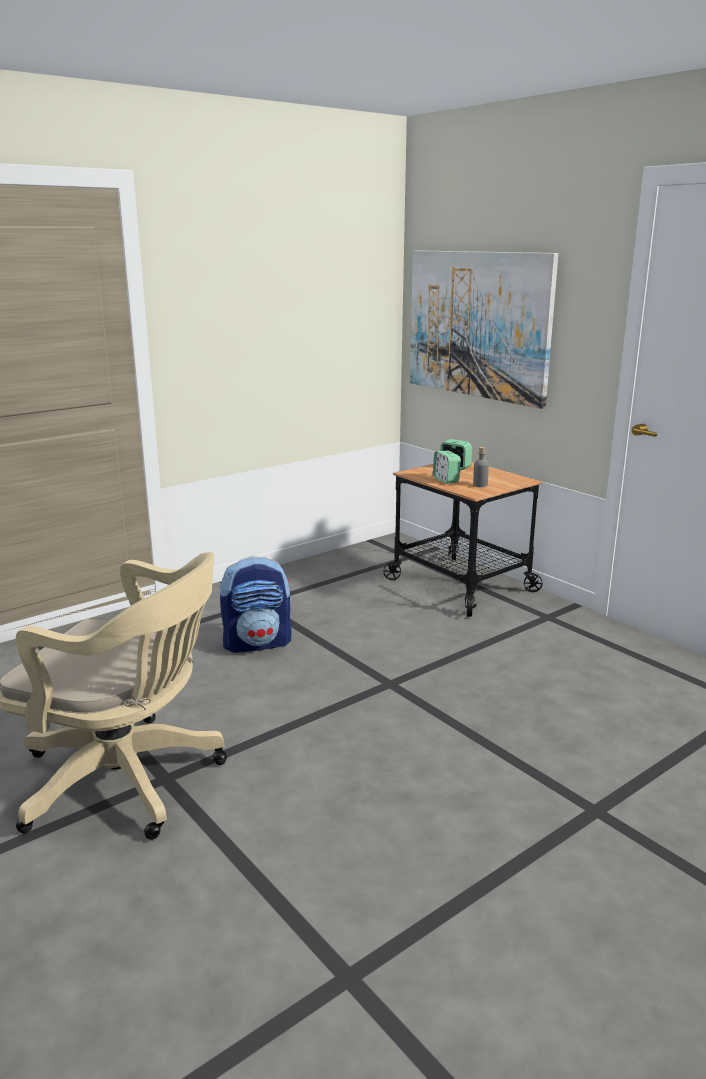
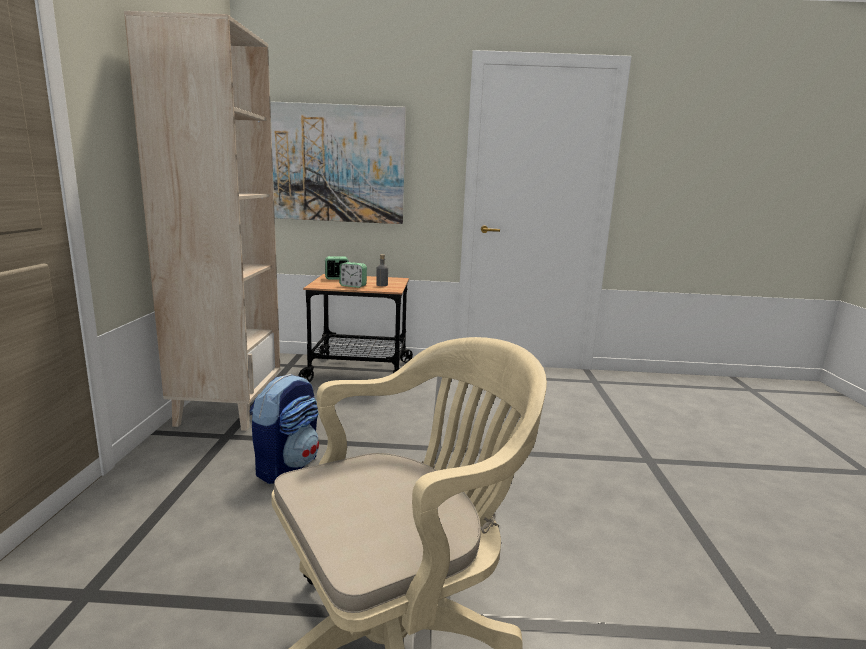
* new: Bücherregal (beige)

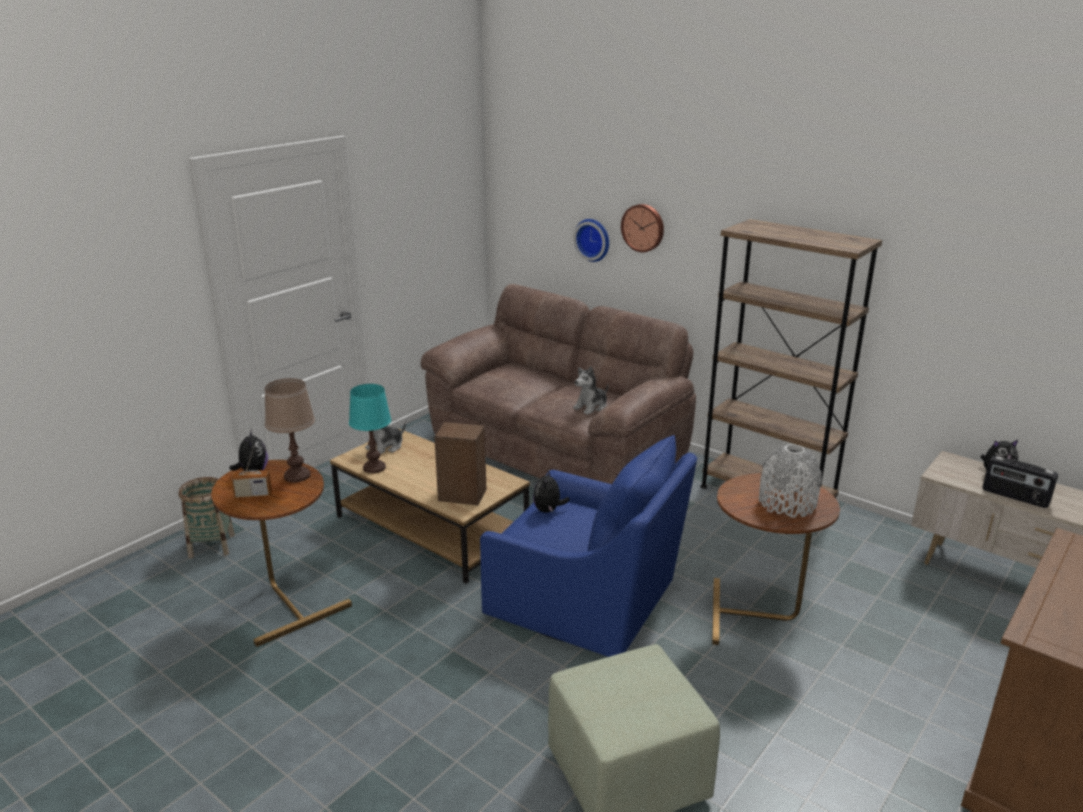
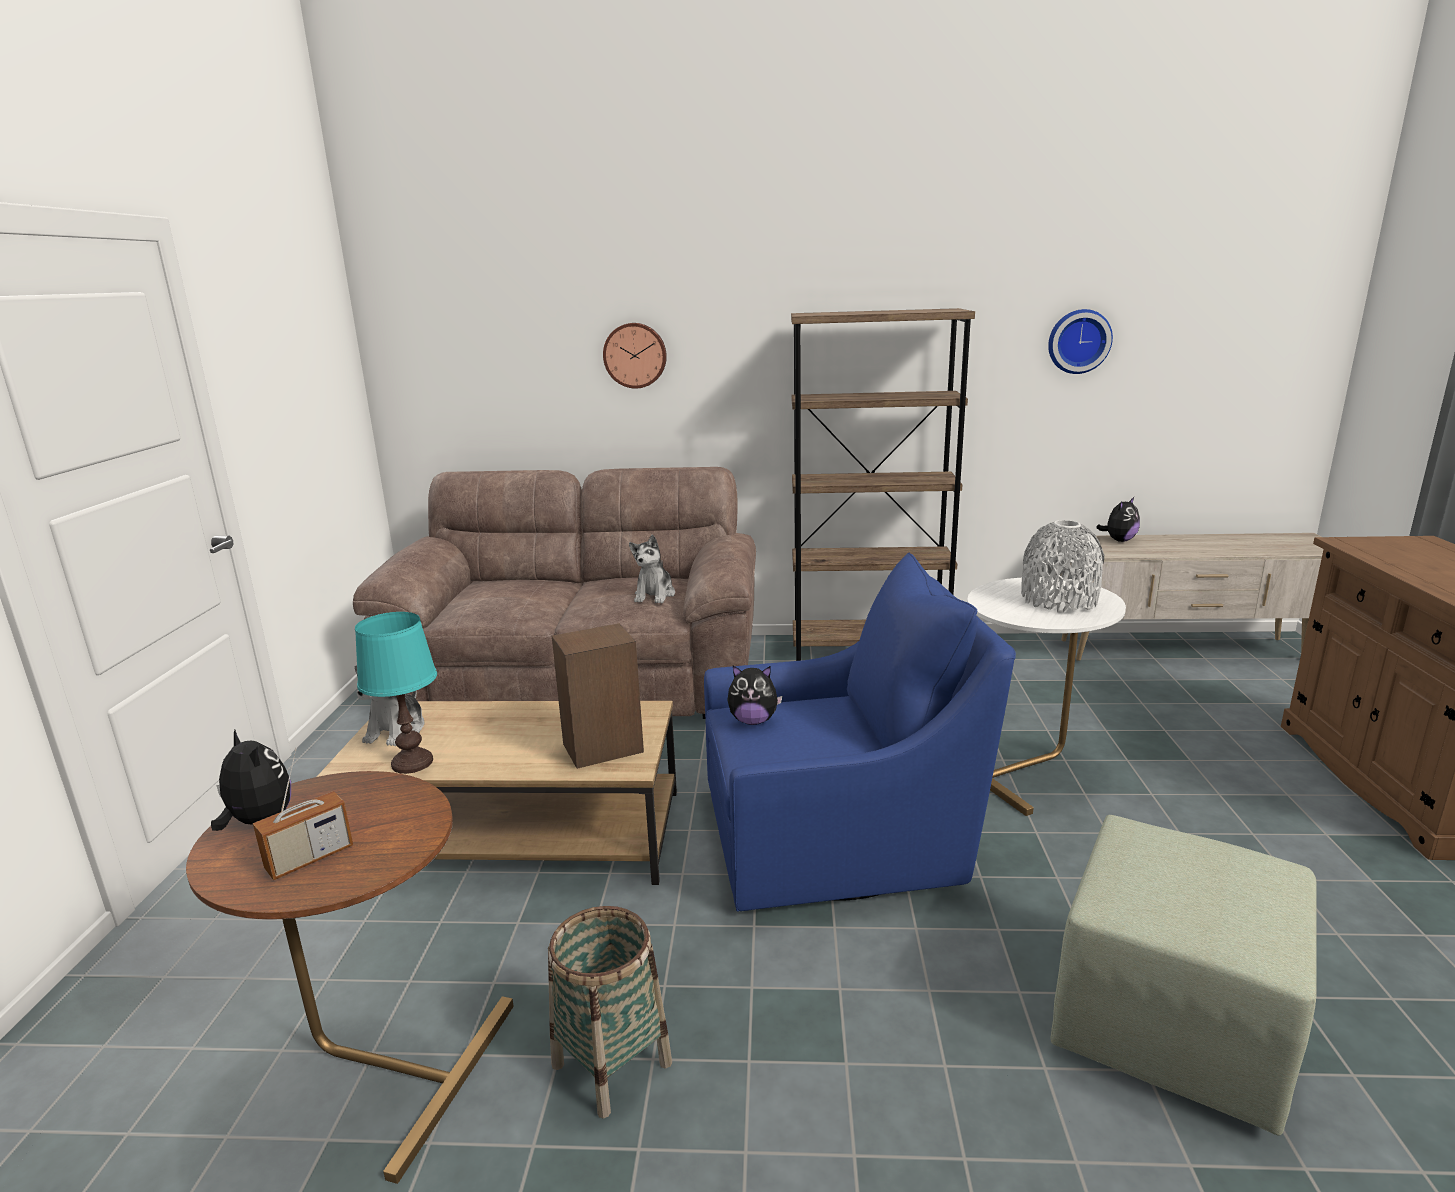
* shifted: Korb
* rotated: Plüschtier (no. 3 from left in the first image) 60 degrees counterclockwise
* repainted: Beistelltisch (braun) (no. 2 from left) to Beistelltisch (weiß)
* shifted: Wanduhr (no. 1 from left in the first image) to Wanduhr (no. 2 from left)
* gone: Tischlampe (braun)
* gone: Radio (no. 2 from left)

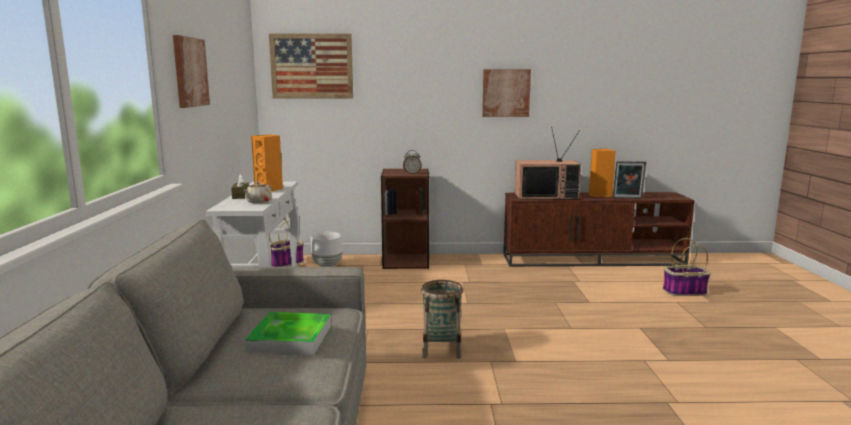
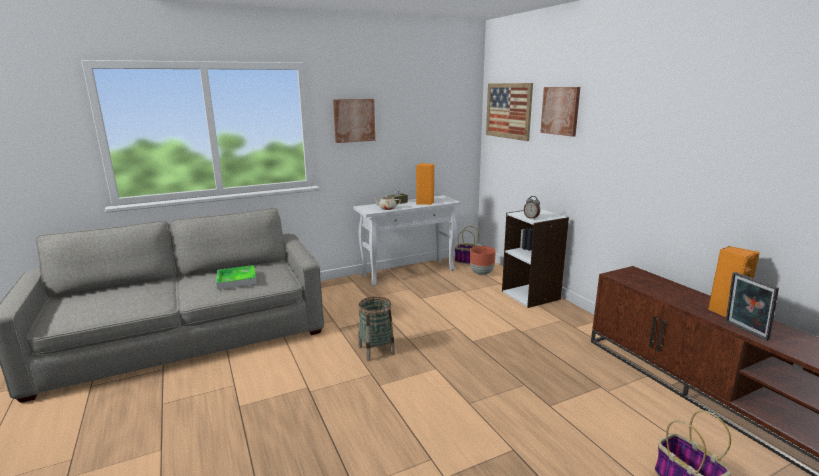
* repainted: Pflanzkübel (weiß) to Pflanzkübel (braun)
* repainted: Bücherregal (braun) to Bücherregal (weiß)
* shifted: Bild (no. 3 from left)
* gone: Fernseher

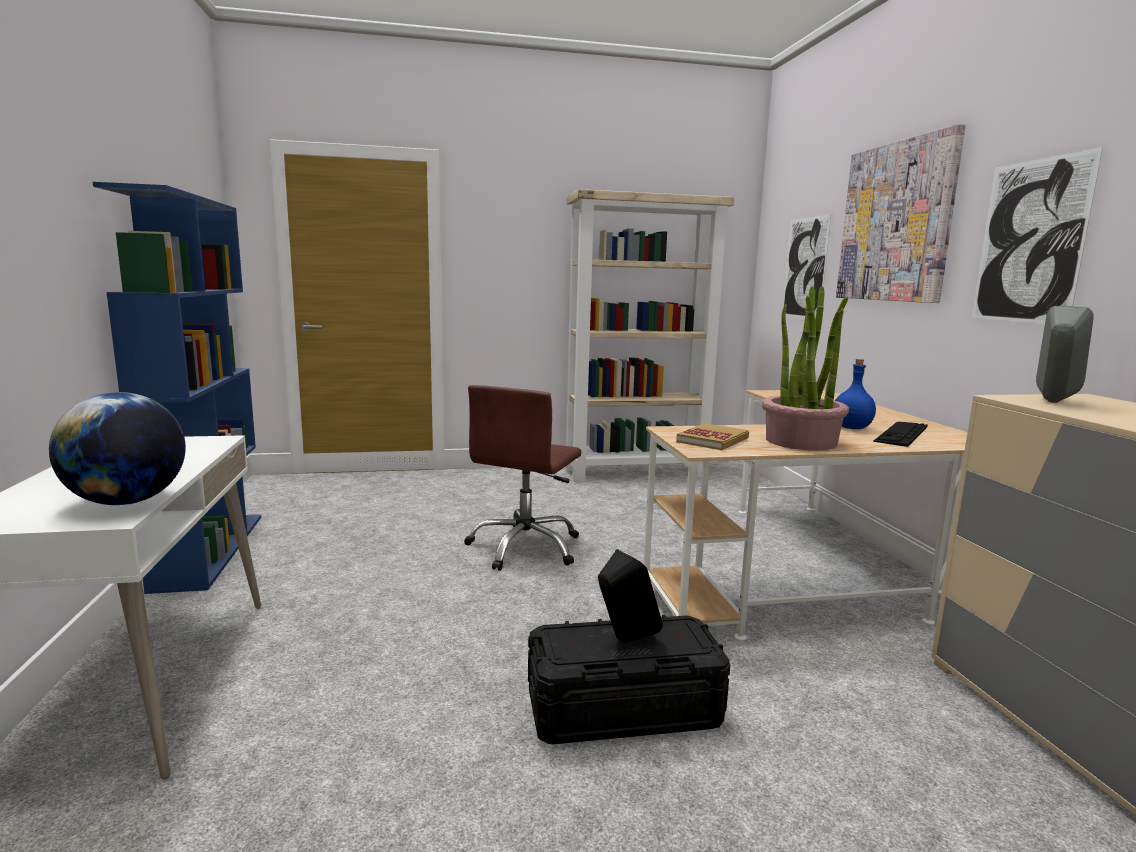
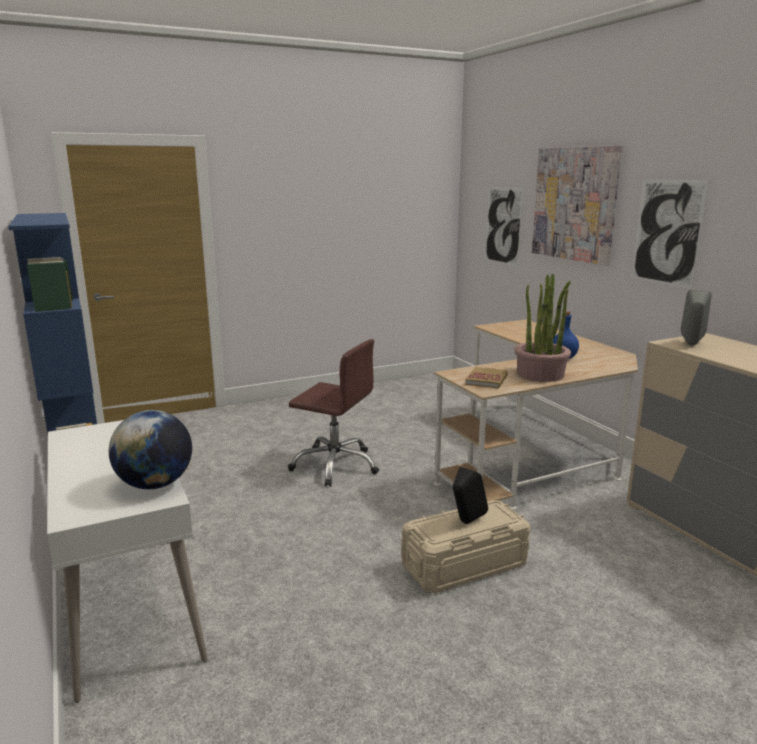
* rotated: Bürostuhl (braun) 75 degrees counterclockwise
* repainted: Aufbewahrungsbox (schwarz) to Aufbewahrungsbox (beige)
* gone: Bücherregal (beige)
* gone: Tastatur

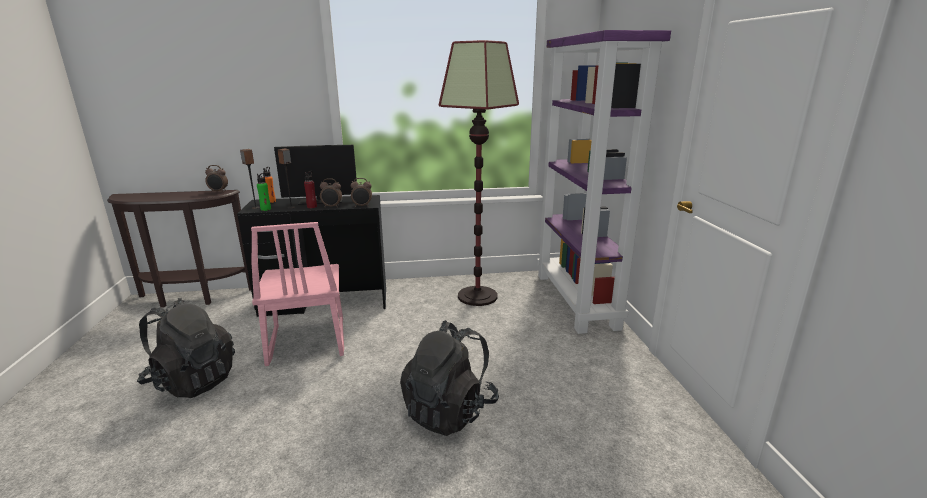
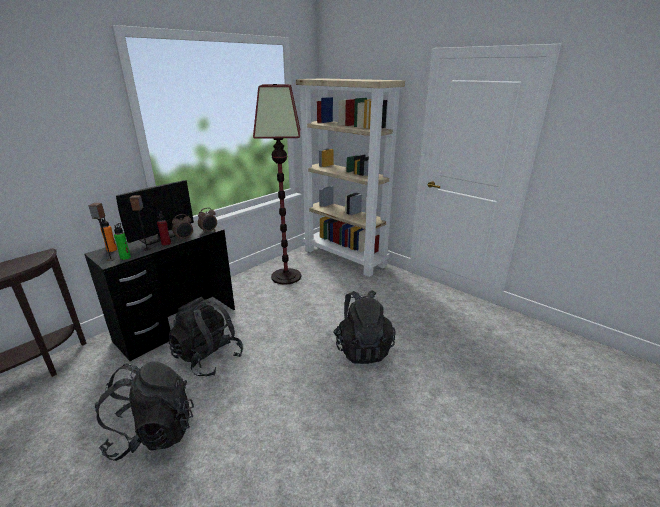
* swapped: Stuhl (rosa) to Rucksack (schwarz) (no. 2 from left)
* repainted: Bücherregal (lila) to Bücherregal (beige)
* gone: Wecker (no. 1 from left)

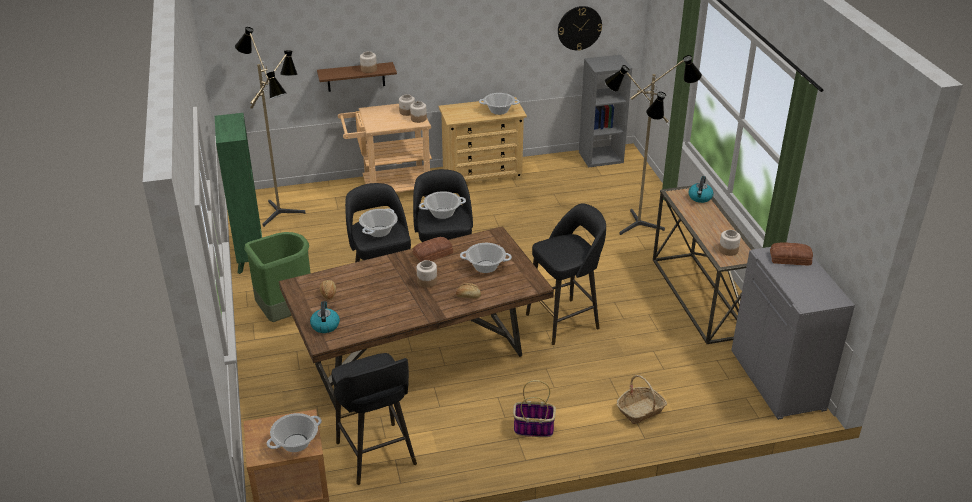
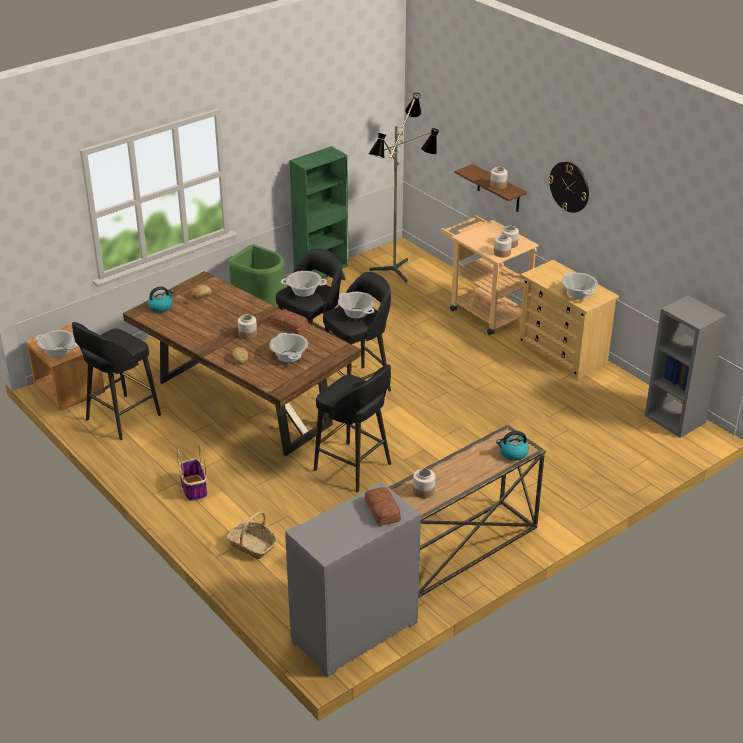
* shifted: Wanduhr
* gone: Stehlampe (no. 2 from left)

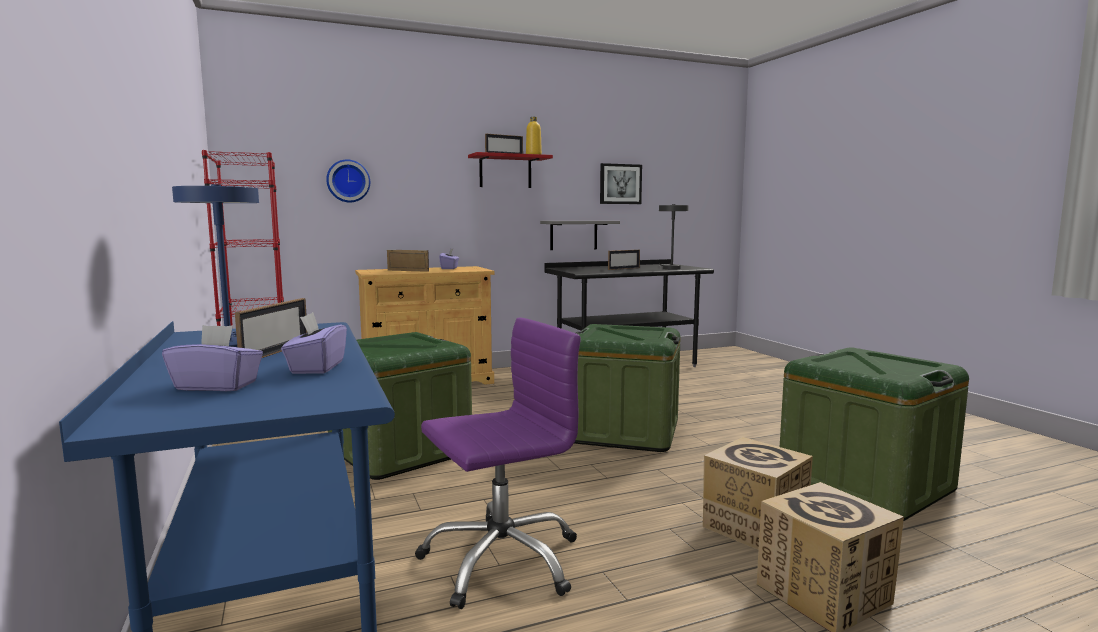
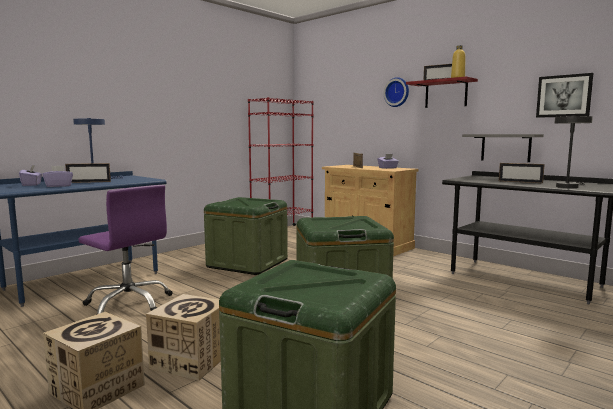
* shifted: Wanduhr

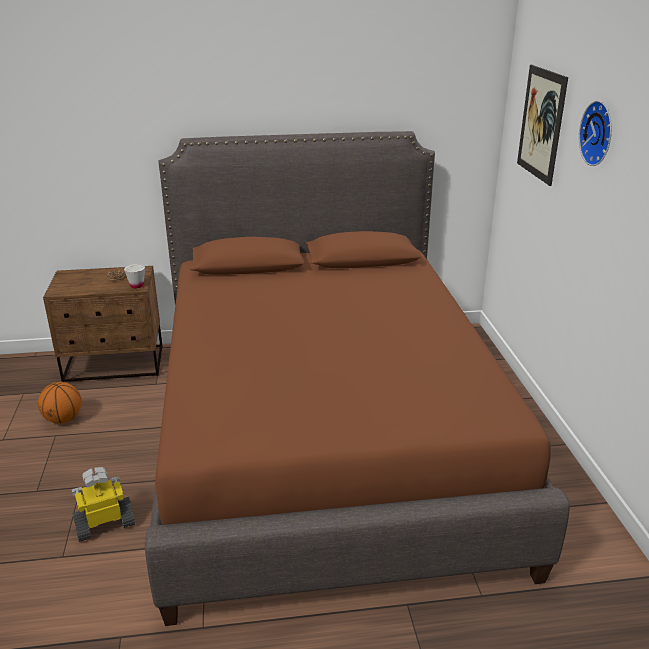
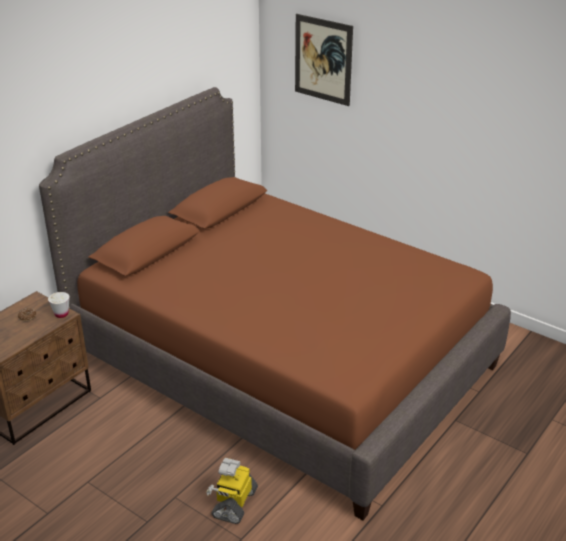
* gone: Basketball
* gone: Wanduhr

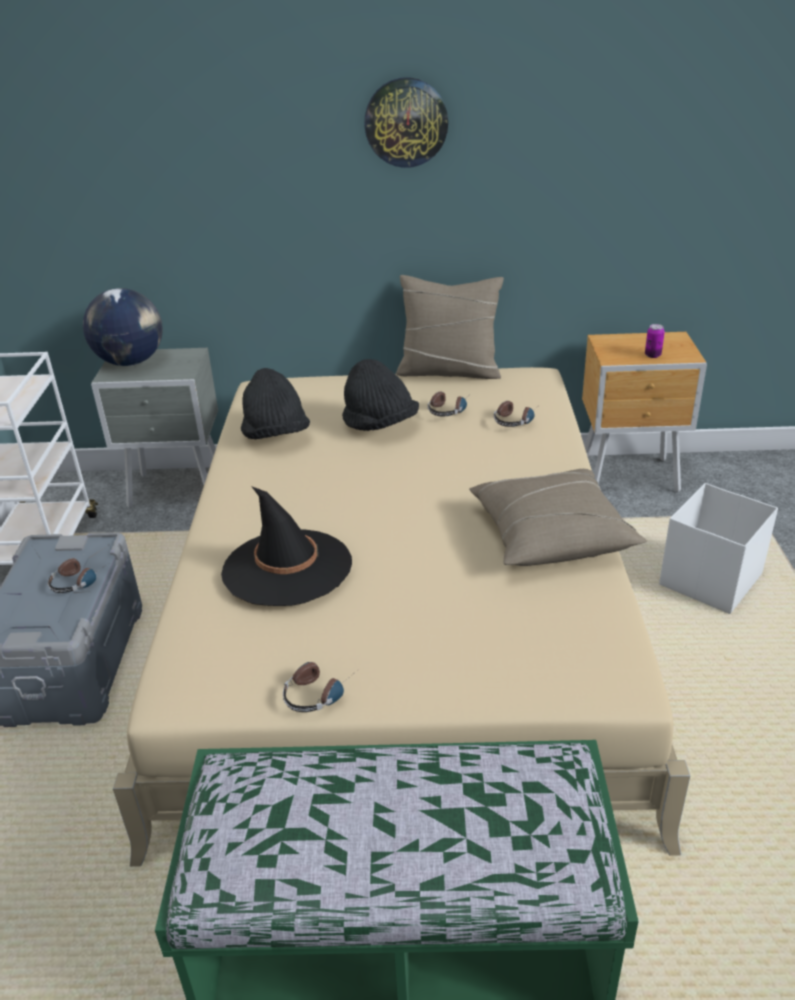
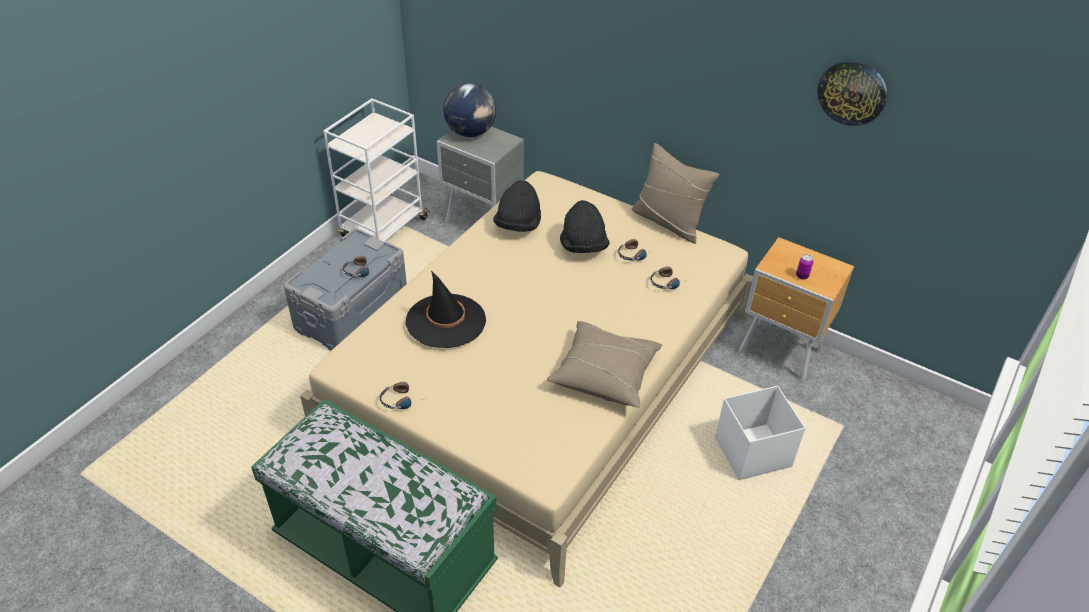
* shifted: Wanduhr

